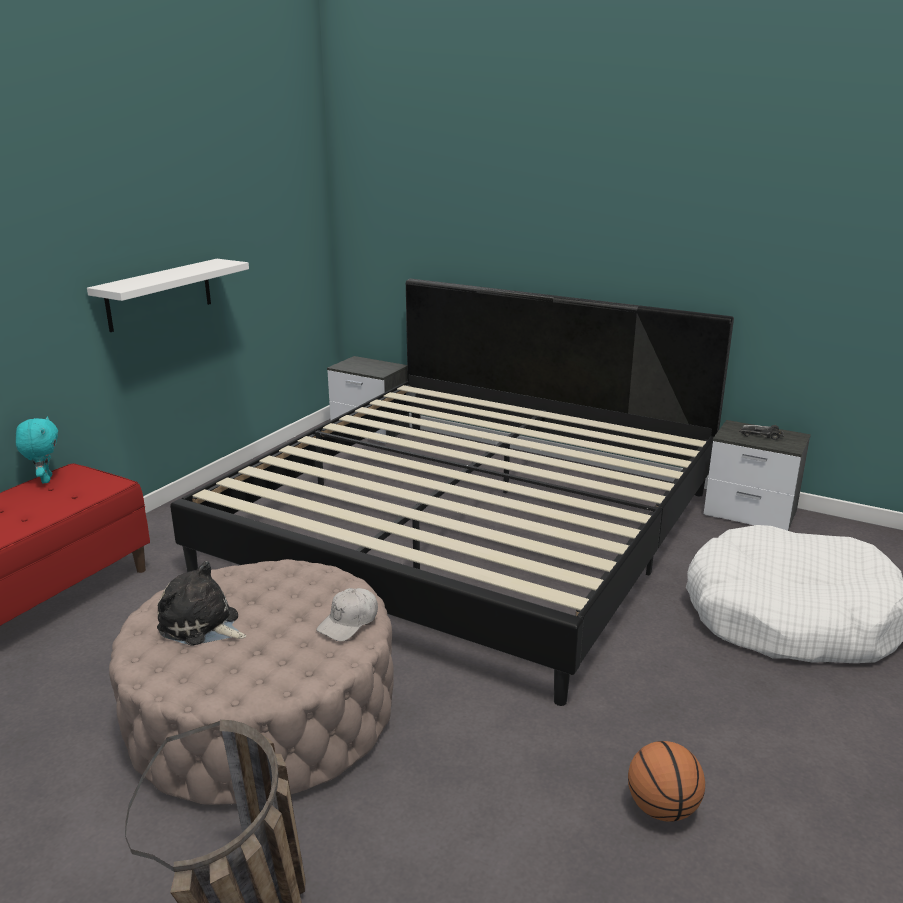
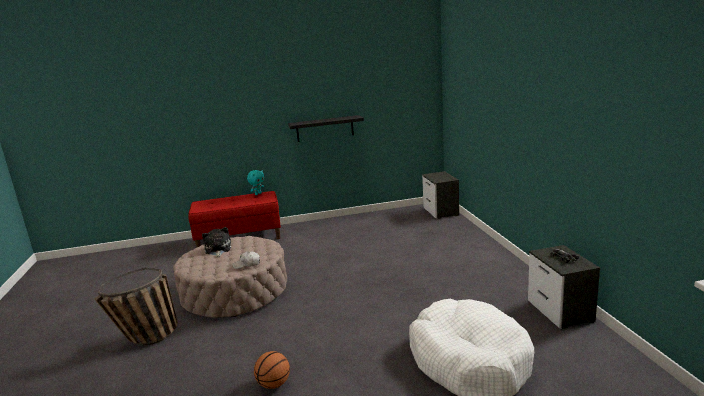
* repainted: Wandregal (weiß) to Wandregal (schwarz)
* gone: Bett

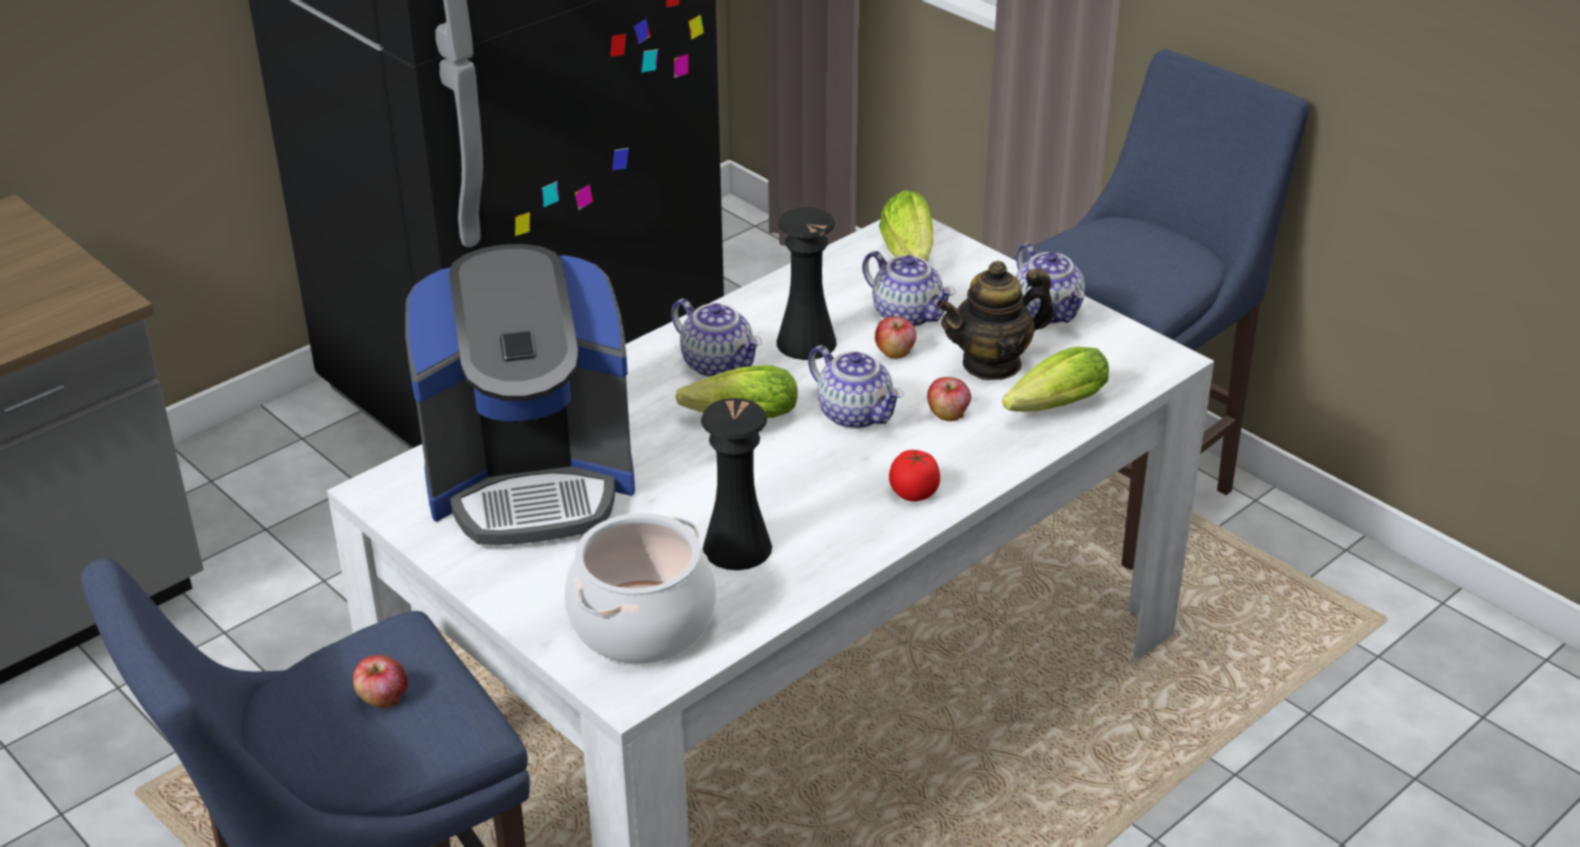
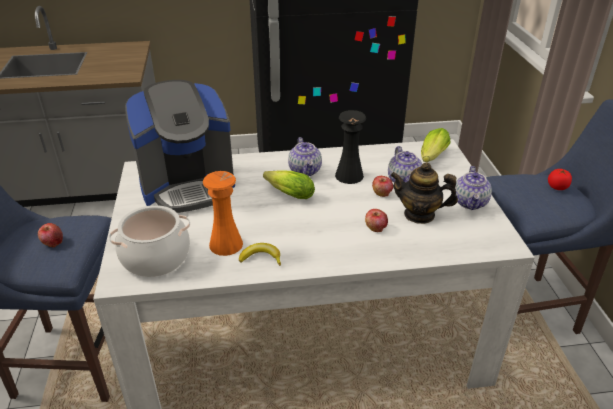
* rotated: Kaffeemaschine 45 degrees counterclockwise
* repainted: Vase (schwarz) (no. 1 from left) to Vase (orange)
* new: Banane
* shifted: Tomate
* gone: Teekanne (no. 2 from left)
* gone: Salatkopf (no. 3 from left)

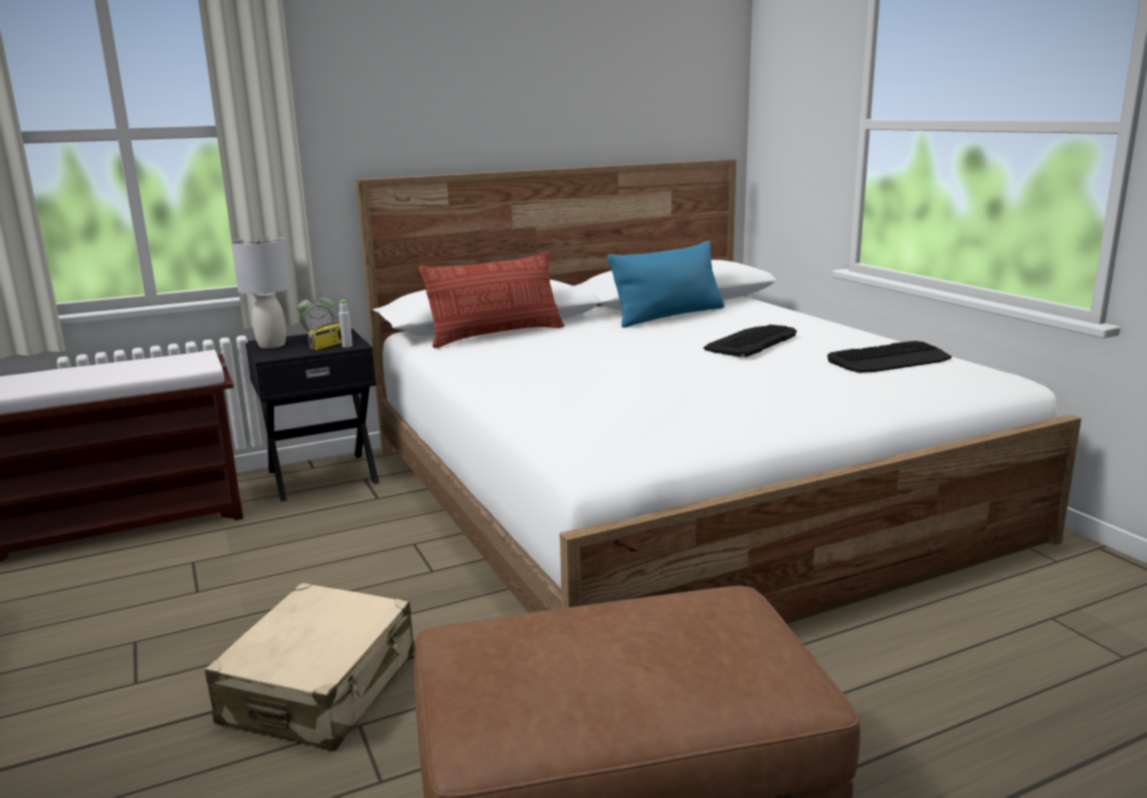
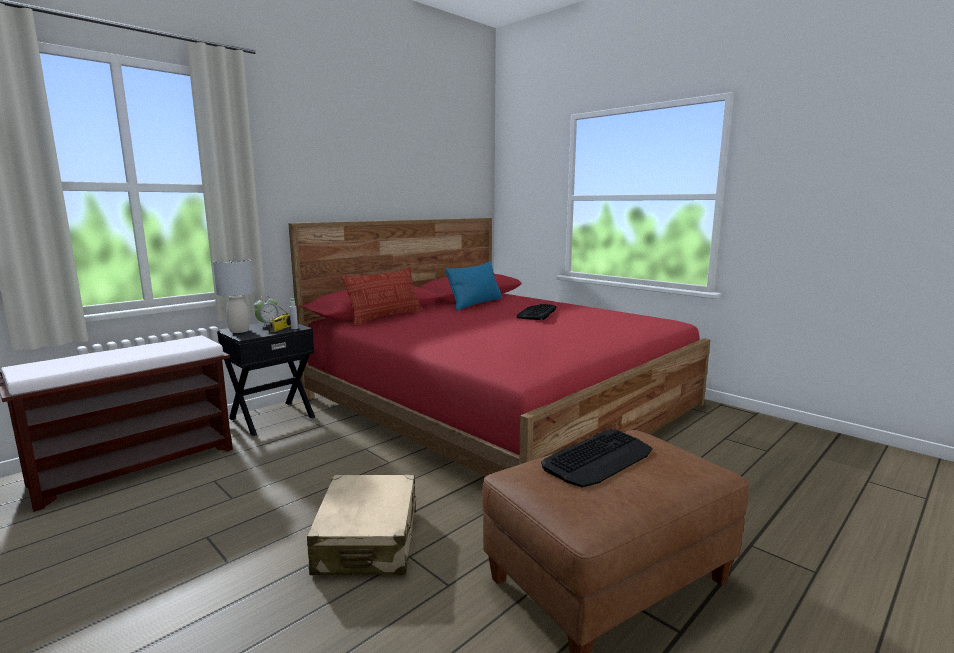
* repainted: Bett (weiß) to Bett (rot)
* shifted: Tastatur (no. 2 from left)

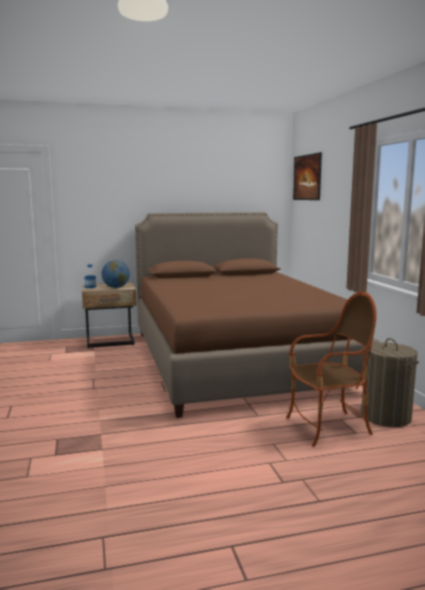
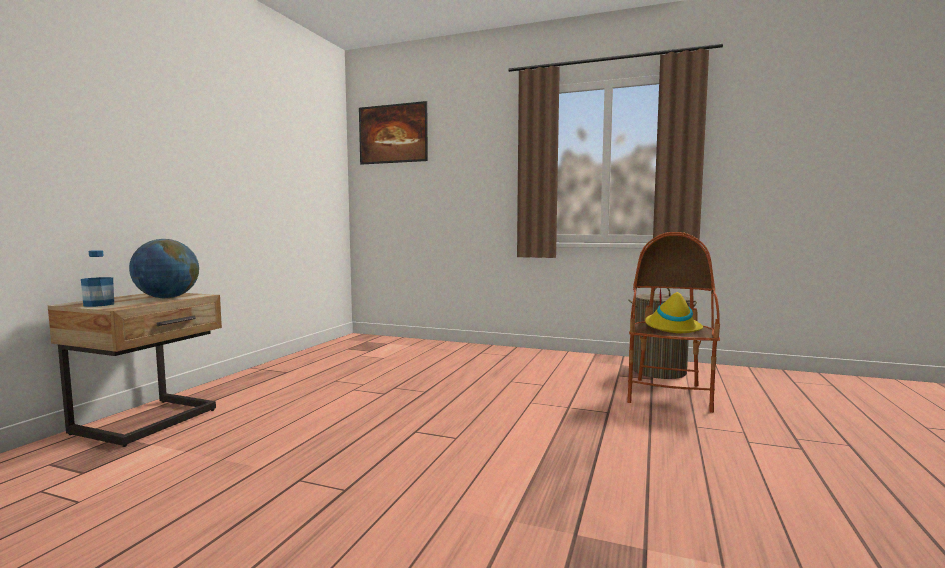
* new: Hut (gelb)
* gone: Bett (braun)

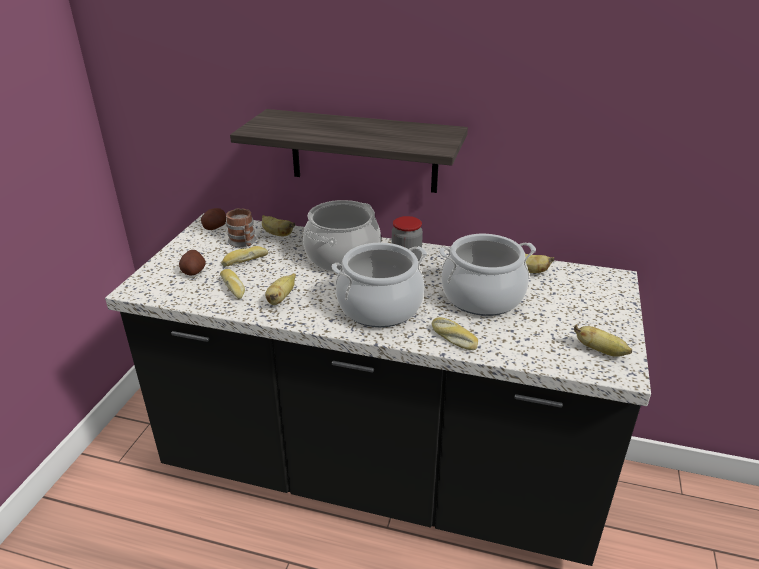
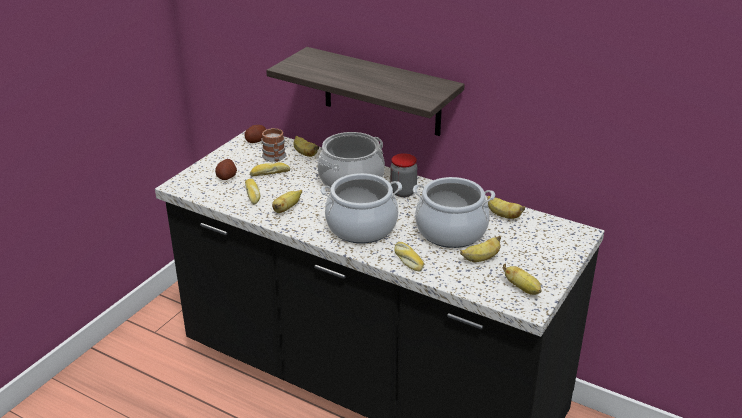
* new: Banane (no. 3 from left)

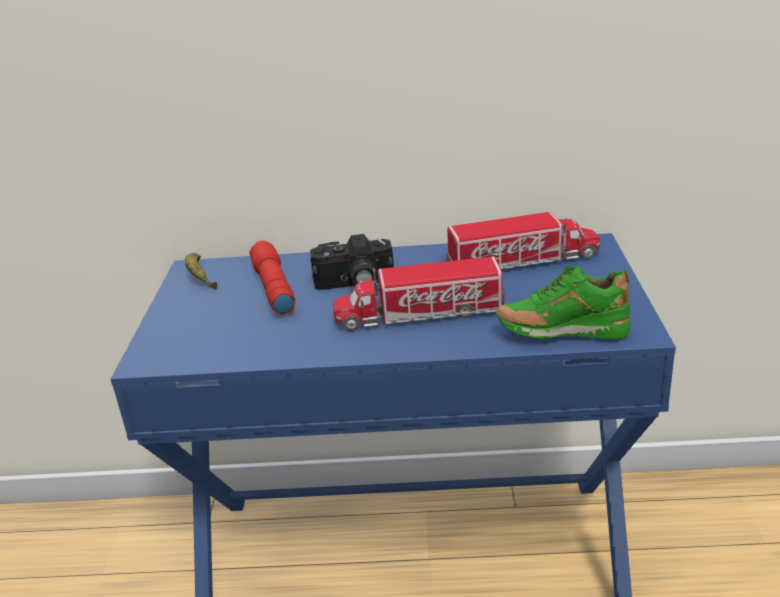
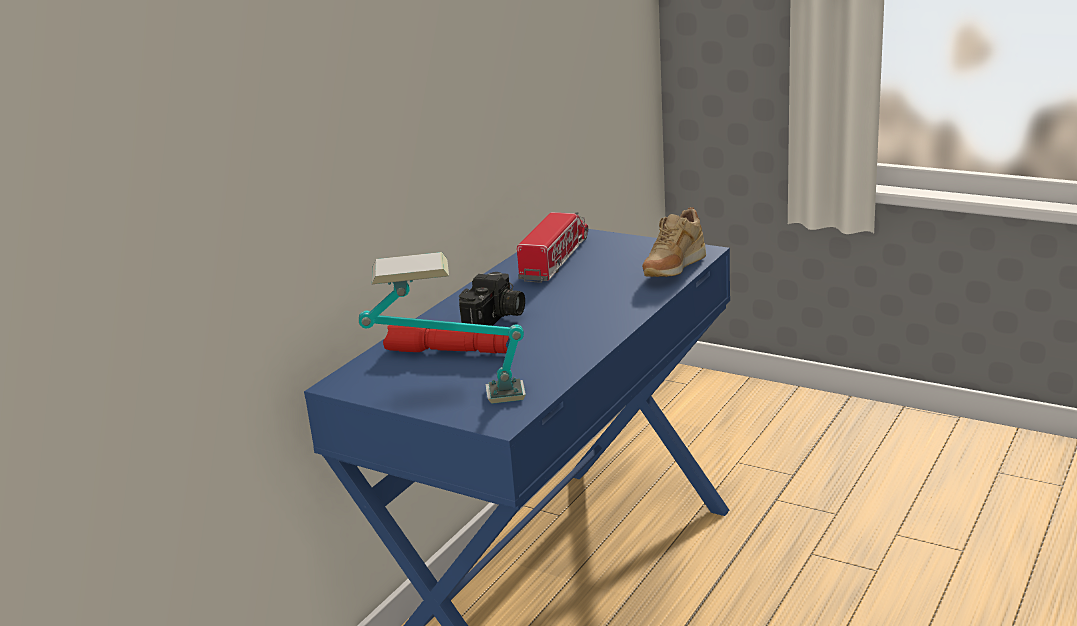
* new: Tischlampe
* repainted: Schuh (grün) to Schuh (beige)
* gone: Banane
* gone: Spielzeuglaster (no. 1 from left)

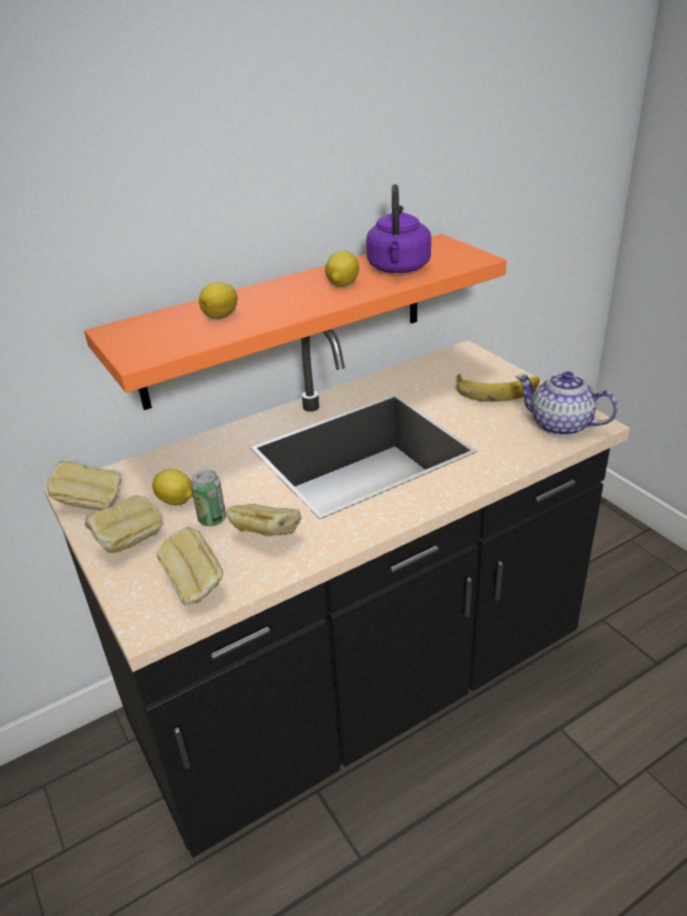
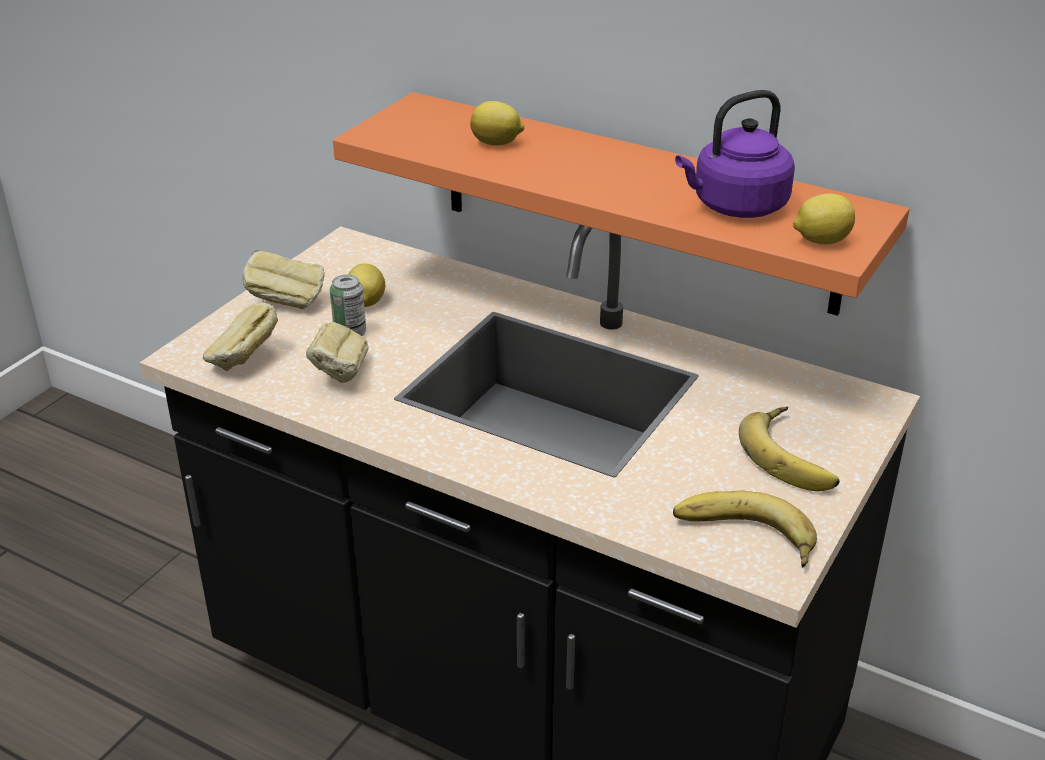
* swapped: Teekanne to Banane (no. 1 from left)
* shifted: Zitrone (no. 3 from left)
* gone: Brot (no. 1 from left)

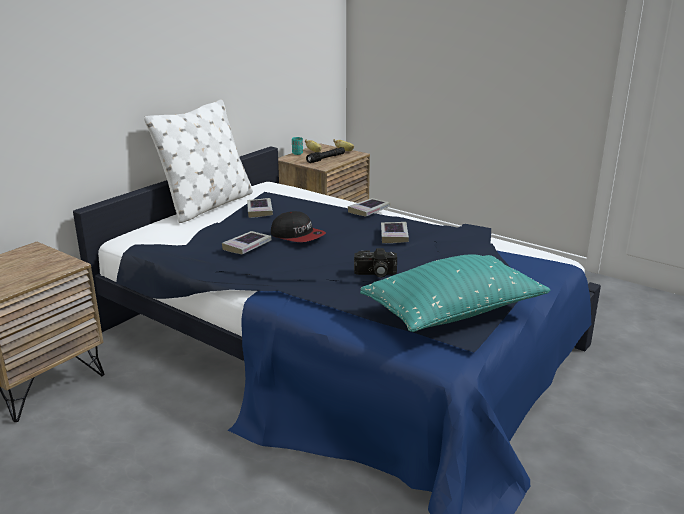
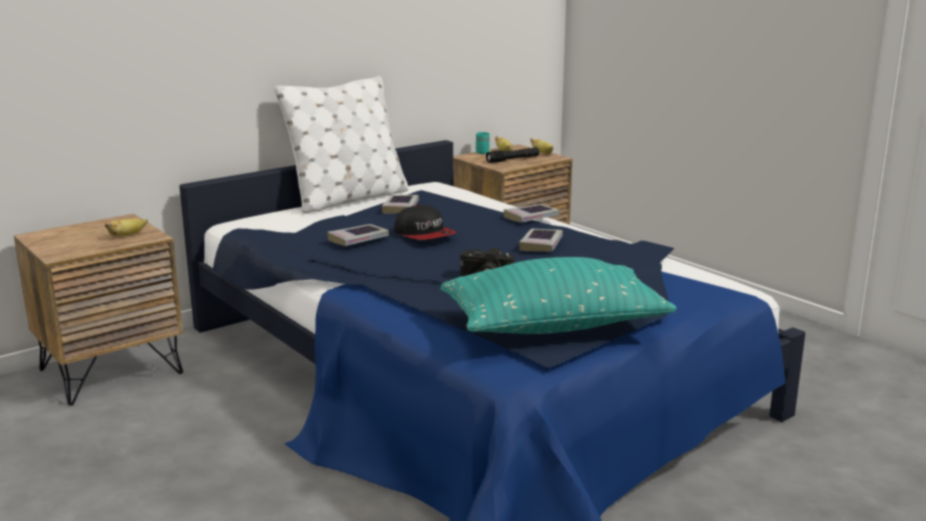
* new: Banane (no. 1 from left)

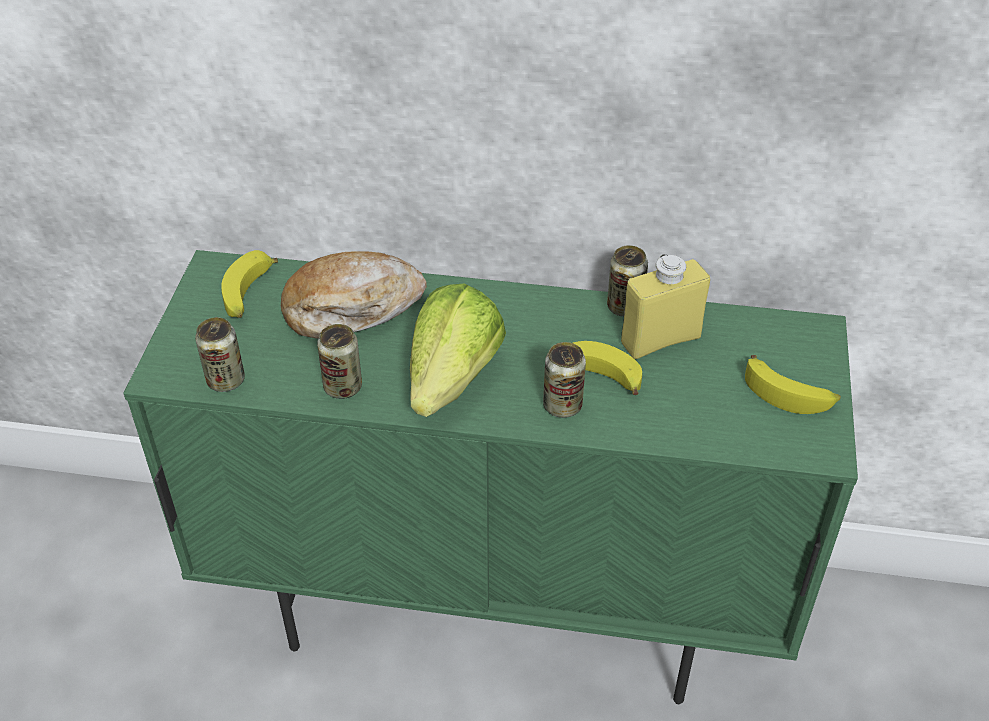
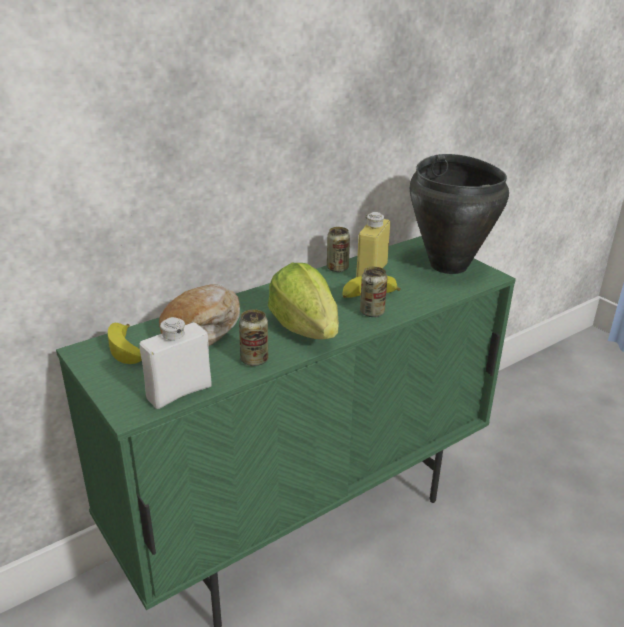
* swapped: Dose (no. 1 from left) to Flasche (weiß)
* swapped: Banane (no. 3 from left) to Kochtopf (schwarz)

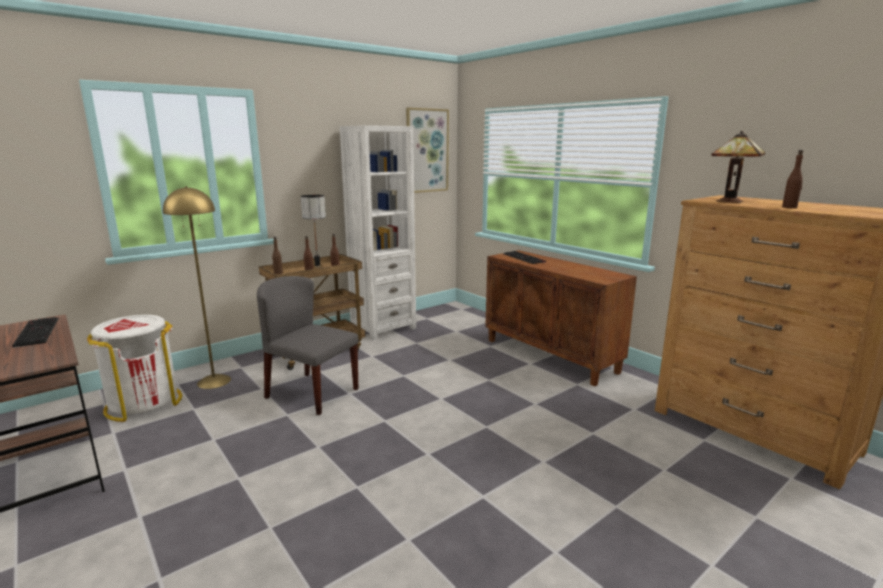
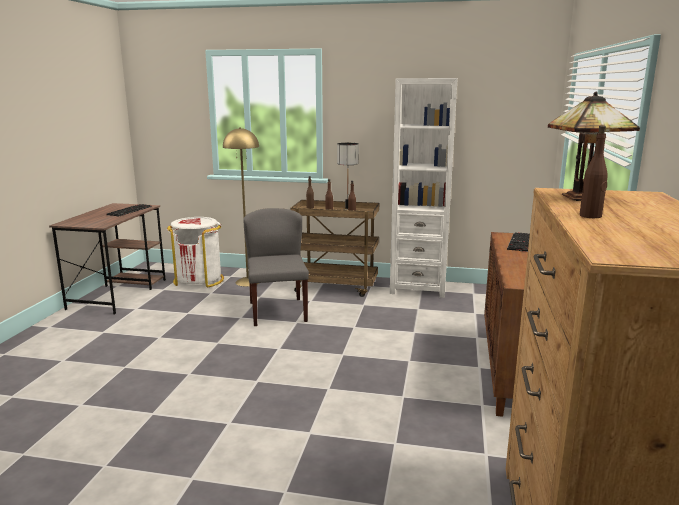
* gone: Bild

